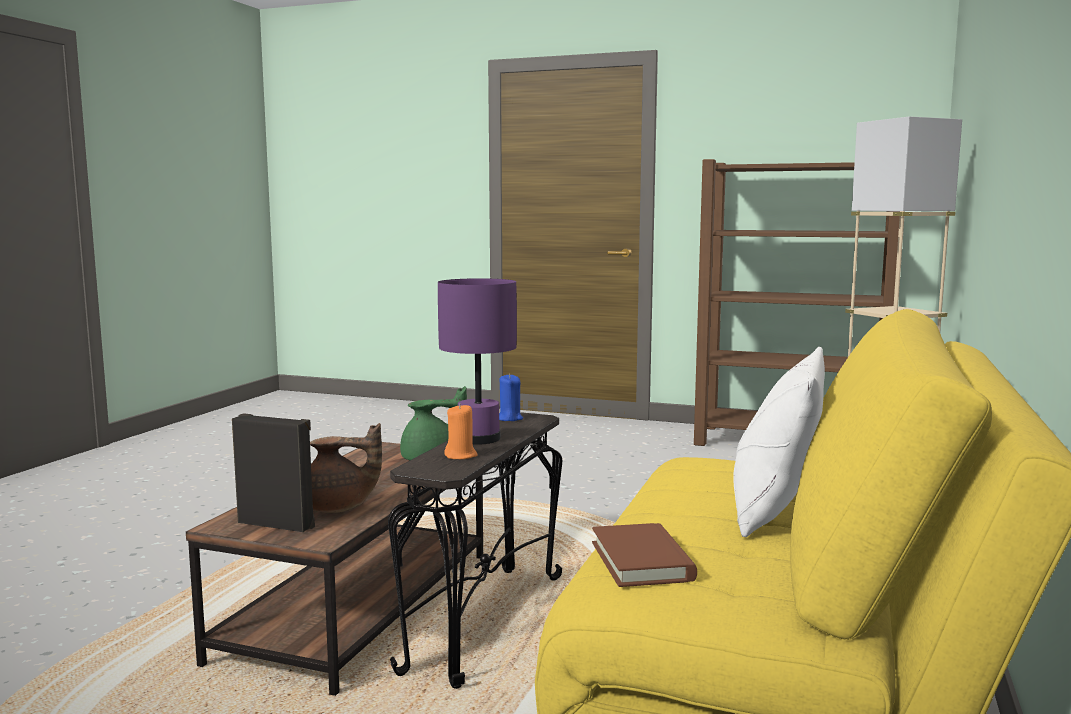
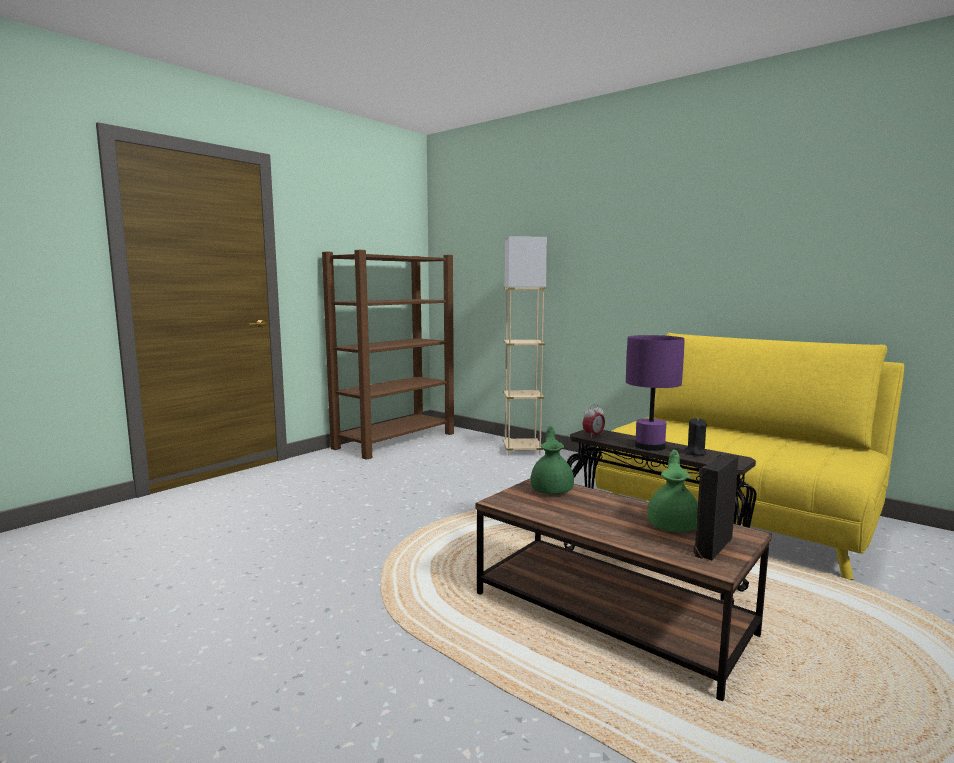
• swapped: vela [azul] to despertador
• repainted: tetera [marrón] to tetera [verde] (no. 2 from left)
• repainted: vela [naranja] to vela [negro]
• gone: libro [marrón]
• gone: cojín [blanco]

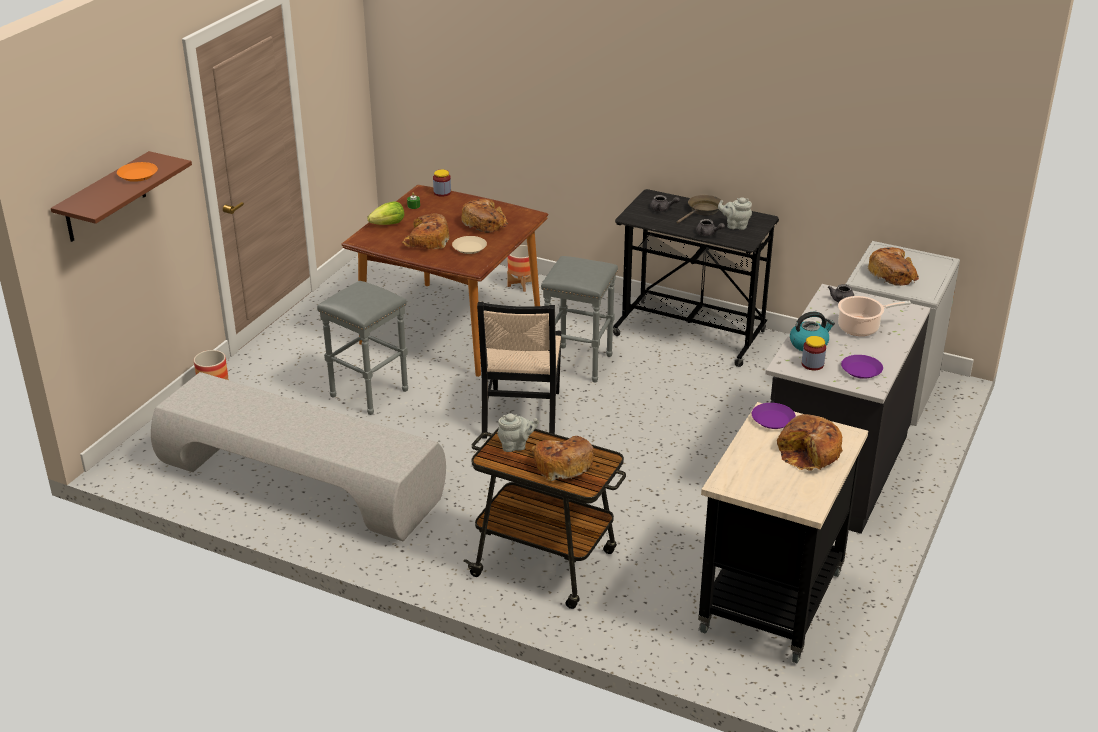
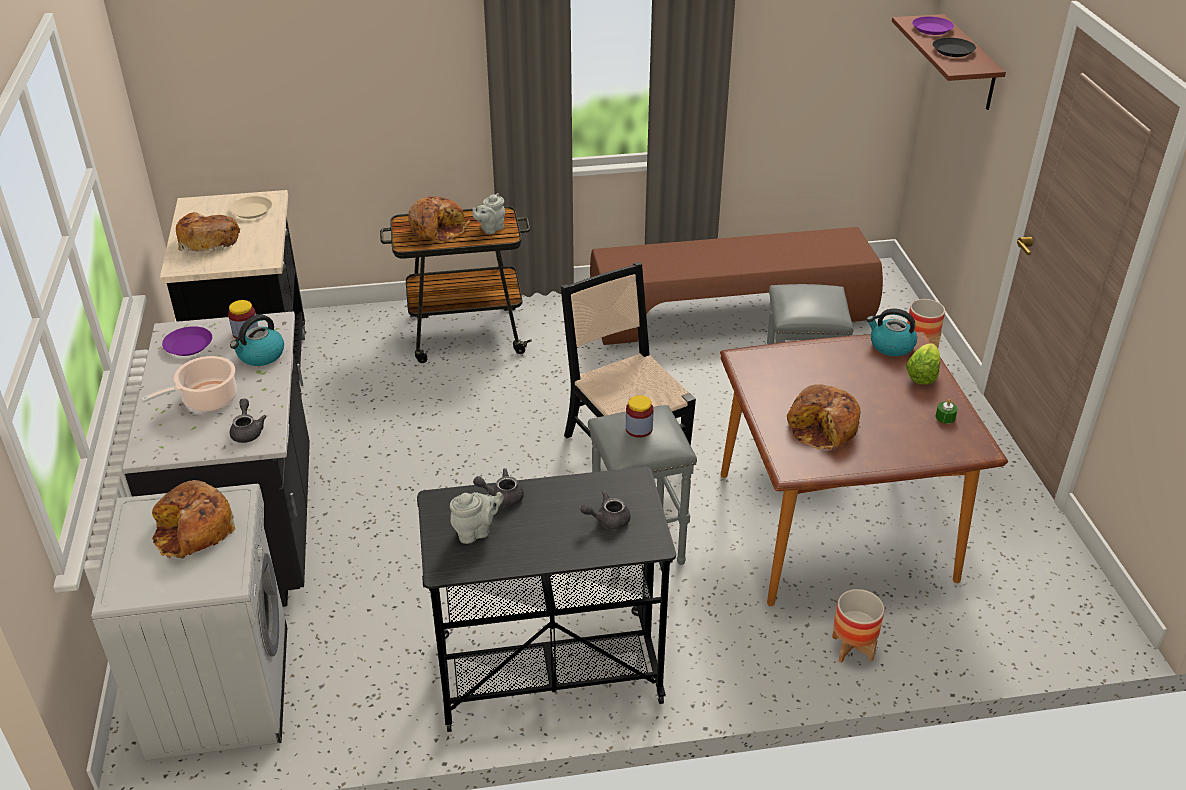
• shifted: plato [beis]
• repainted: banco [gris] to banco [marrón]
• shifted: tarro (no. 1 from left in the first image) to tarro (no. 2 from left)
• new: hervidor (no. 2 from left)
• shifted: plato [morado] (no. 1 from left in the first image) to plato [morado] (no. 2 from left)
• repainted: plato [naranja] to plato [negro]
• gone: pan (no. 1 from left)
• gone: sartén [marrón]

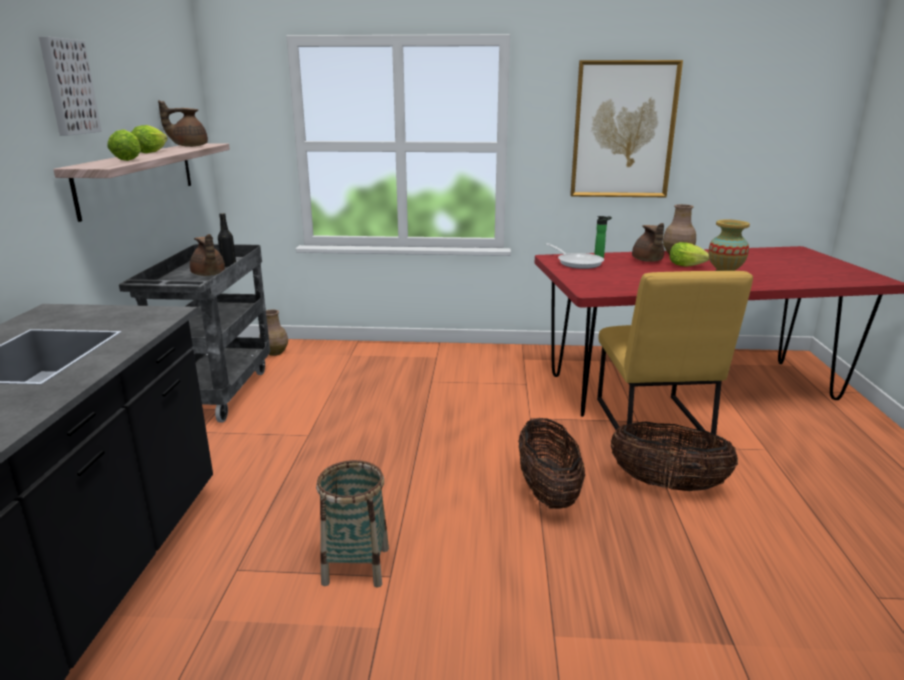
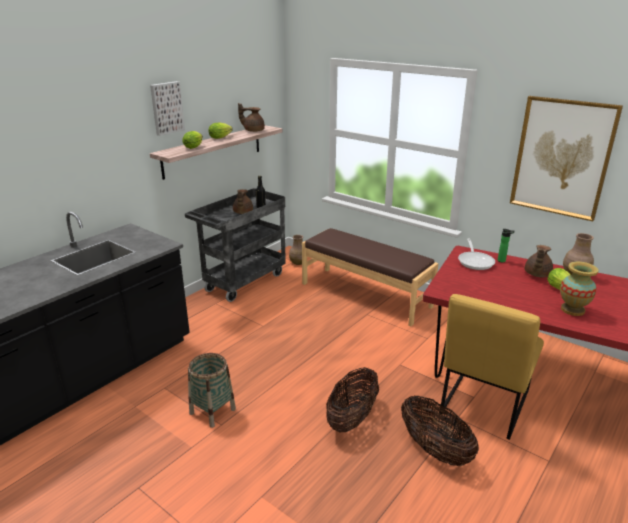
• new: banco [marrón]

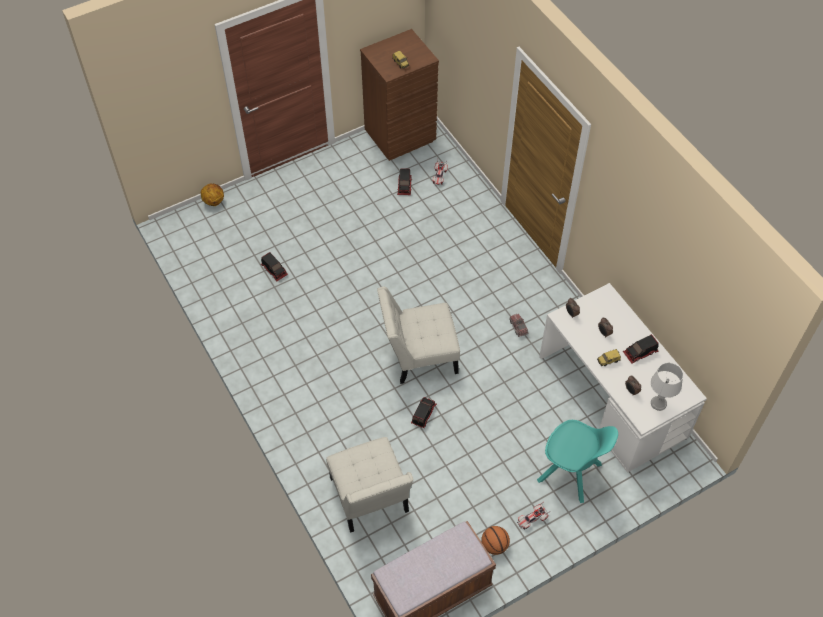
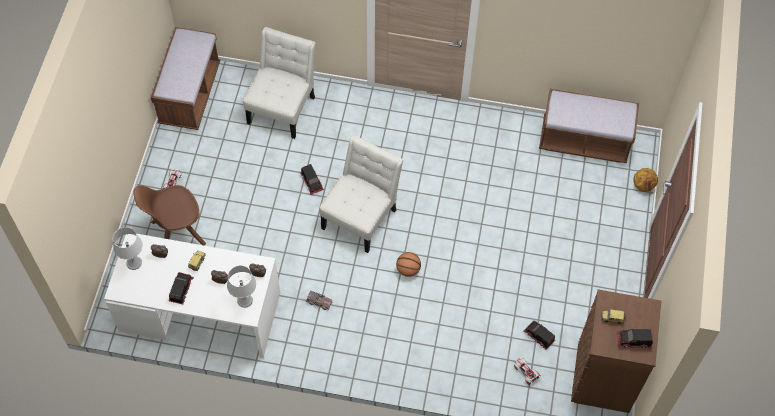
• repainted: silla [turquesa] to silla [marrón]
• new: lámpara de mesa [gris] (no. 2 from left)
• rotated: silla [blanco] (no. 1 from left) 90 degrees clockwise
• shifted: balón de baloncesto (no. 2 from left in the first image) to balón de baloncesto (no. 1 from left)
• new: banco [marrón] (no. 2 from left)
• shifted: camión de juguete (no. 1 from left in the first image) to camión de juguete (no. 5 from left)

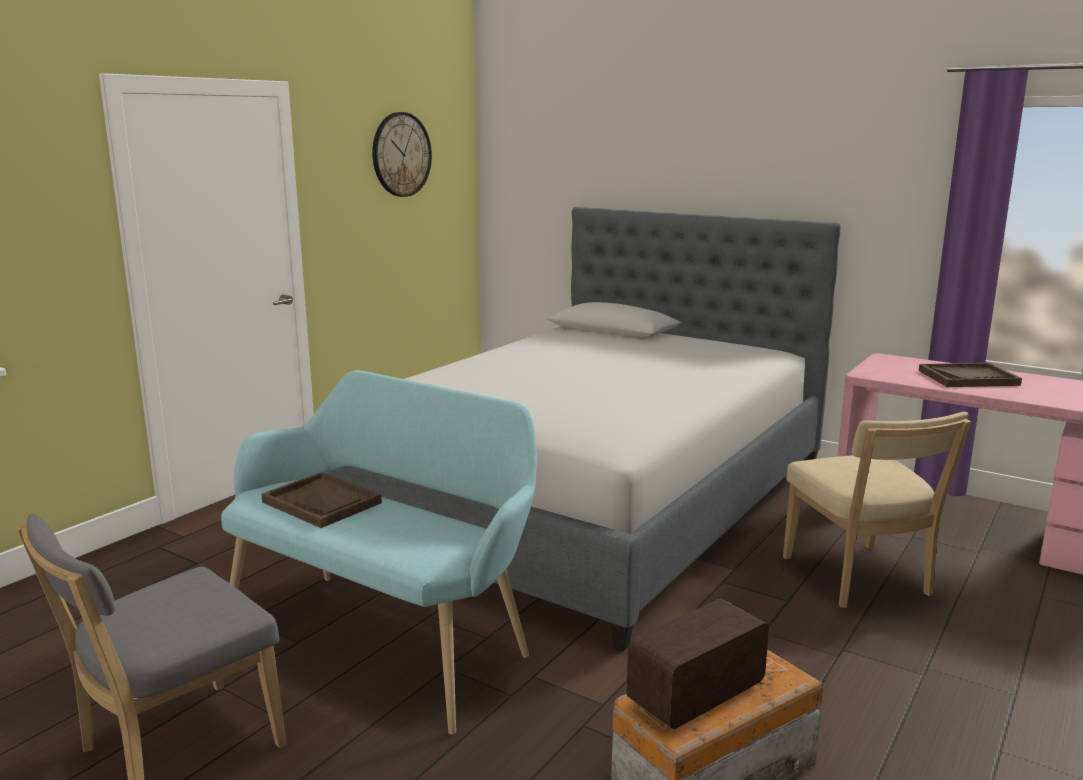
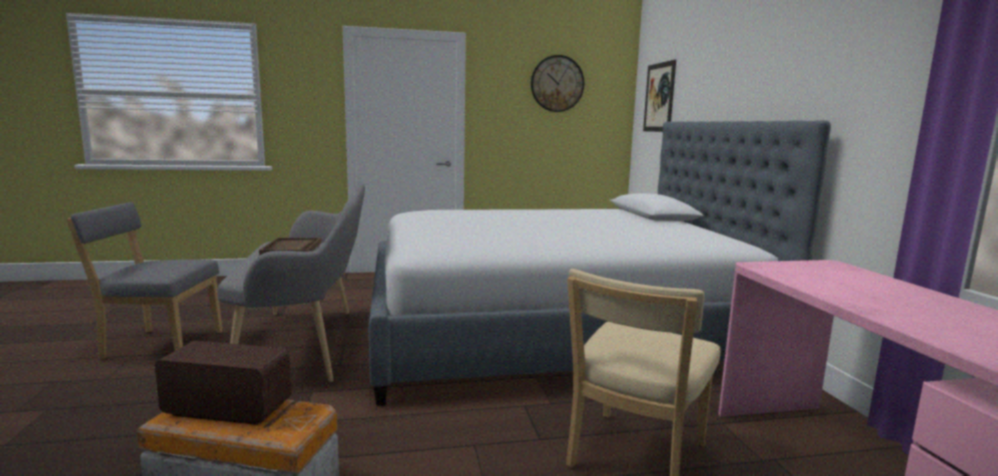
• repainted: banco [turquesa] to banco [gris]
• new: cuadro
• gone: bandeja [marrón] (no. 2 from left)

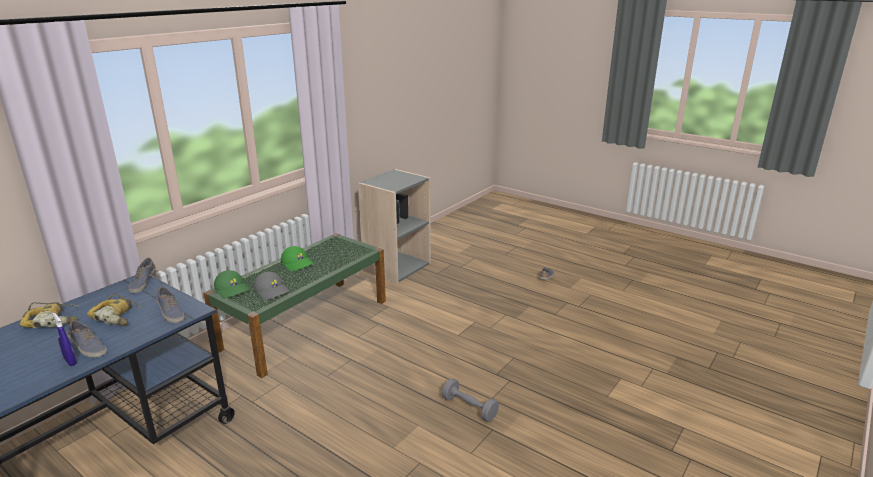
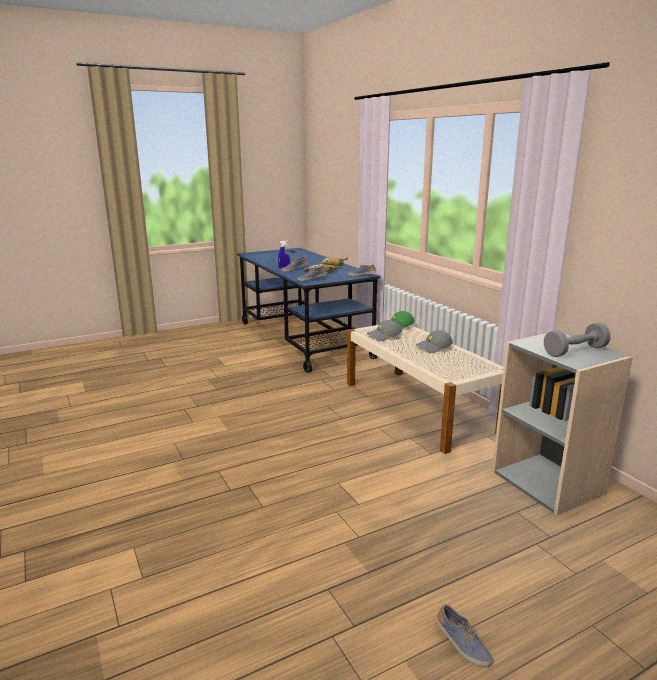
• repainted: banco [verde] to banco [beis]
• repainted: gorra [verde] (no. 2 from left) to gorra [gris] (no. 2 from left)
• shifted: mancuerna [gris]

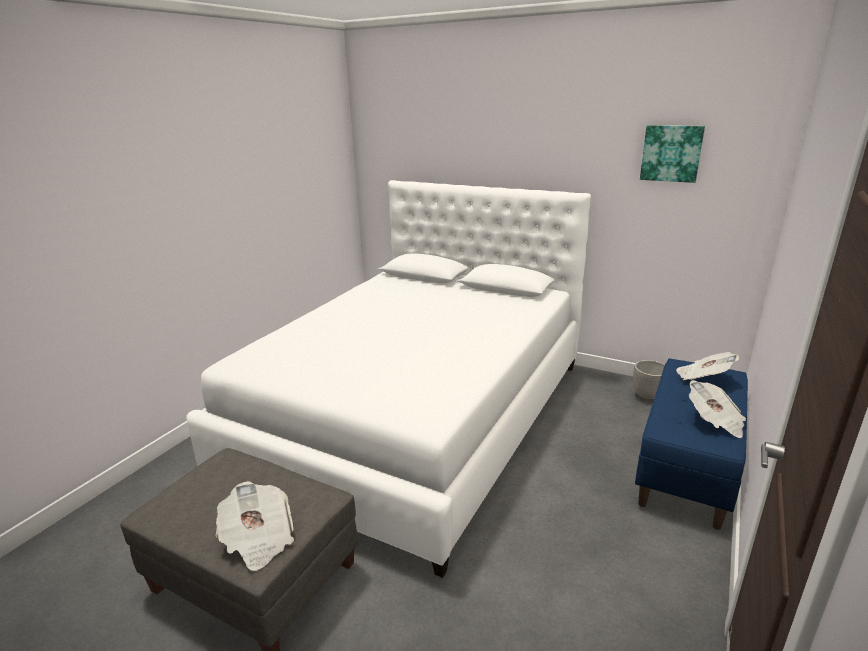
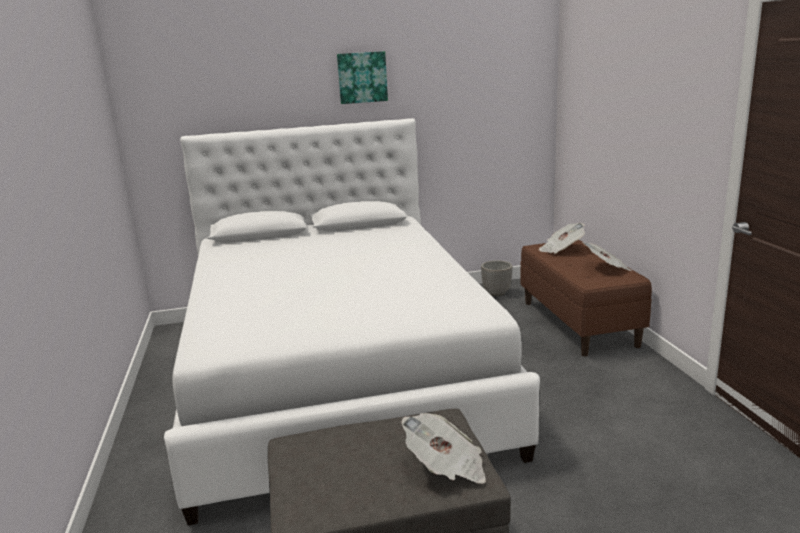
• shifted: cuadro
• repainted: banco [azul] to banco [marrón]

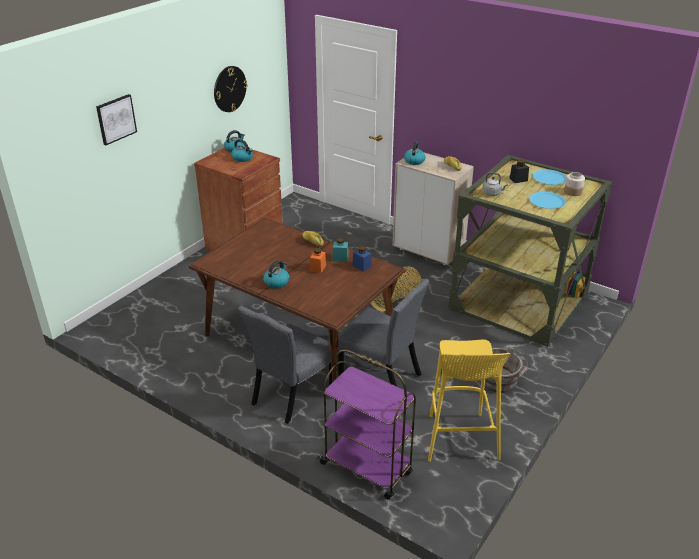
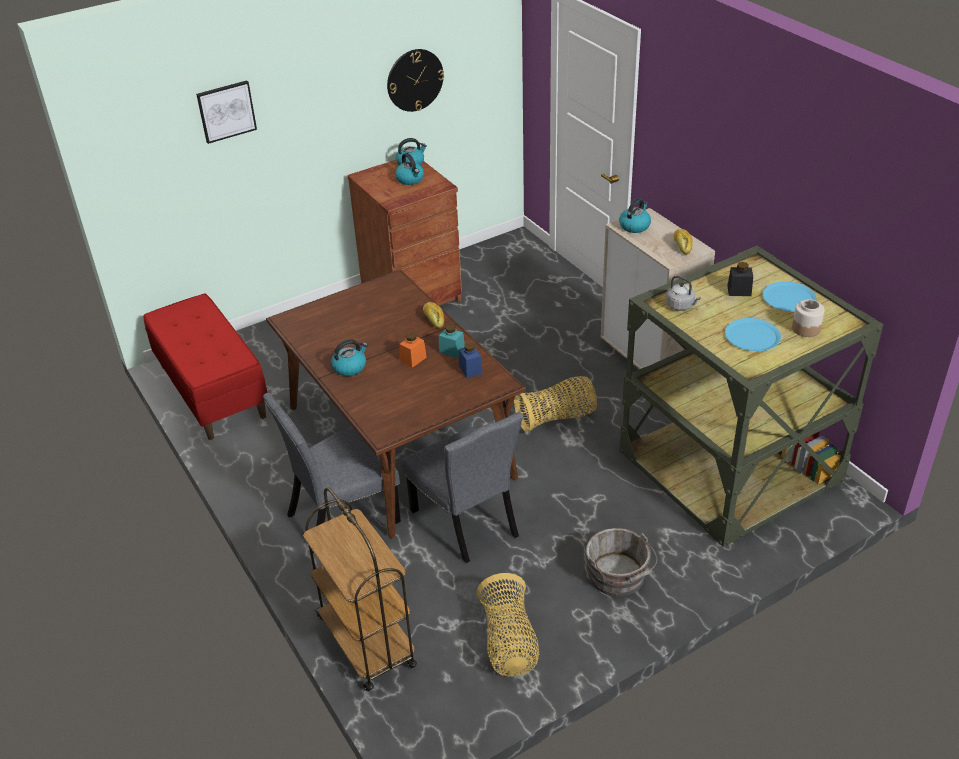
• new: banco [rojo]
• repainted: carrito [morado] to carrito [marrón]
• swapped: taburete [amarillo] to cesta (no. 1 from left)

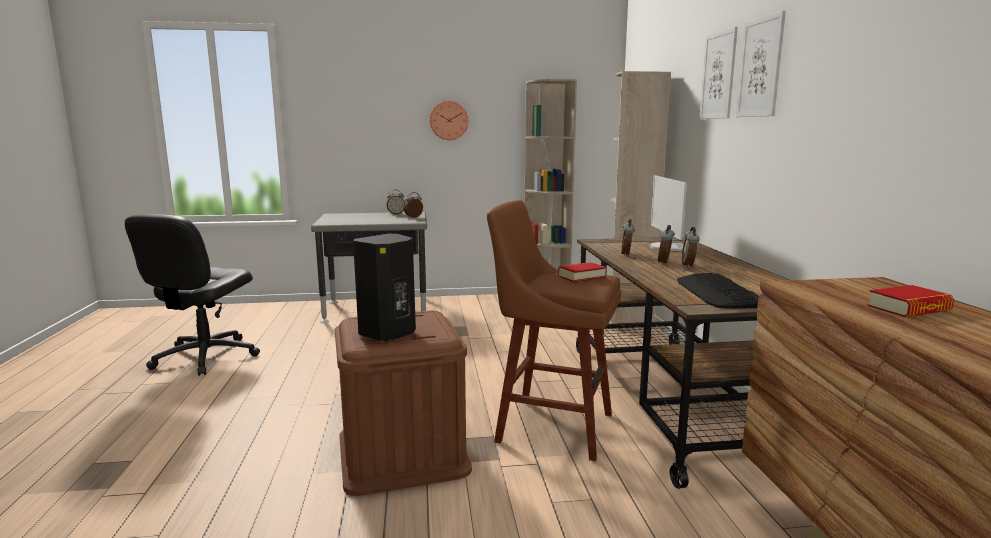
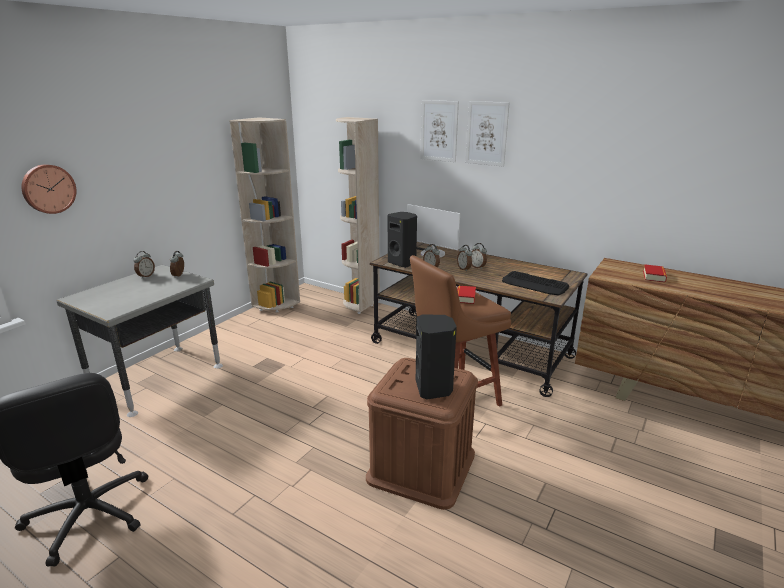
• shifted: reloj de pared
• new: altavoz [negro] (no. 1 from left)

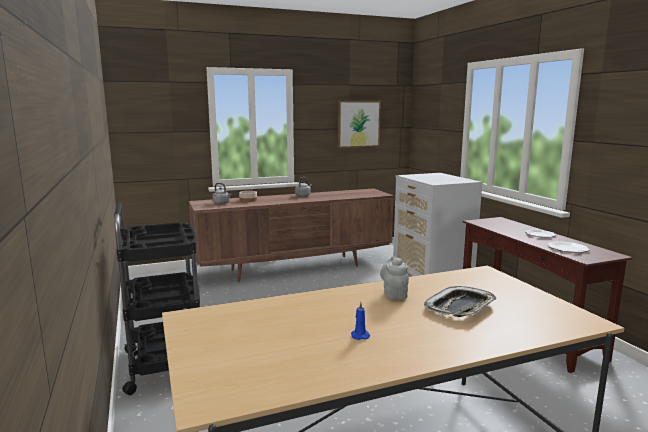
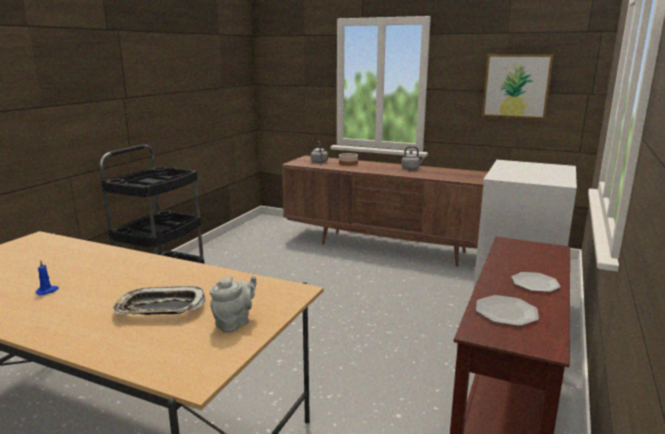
• shifted: tetera [gris]

